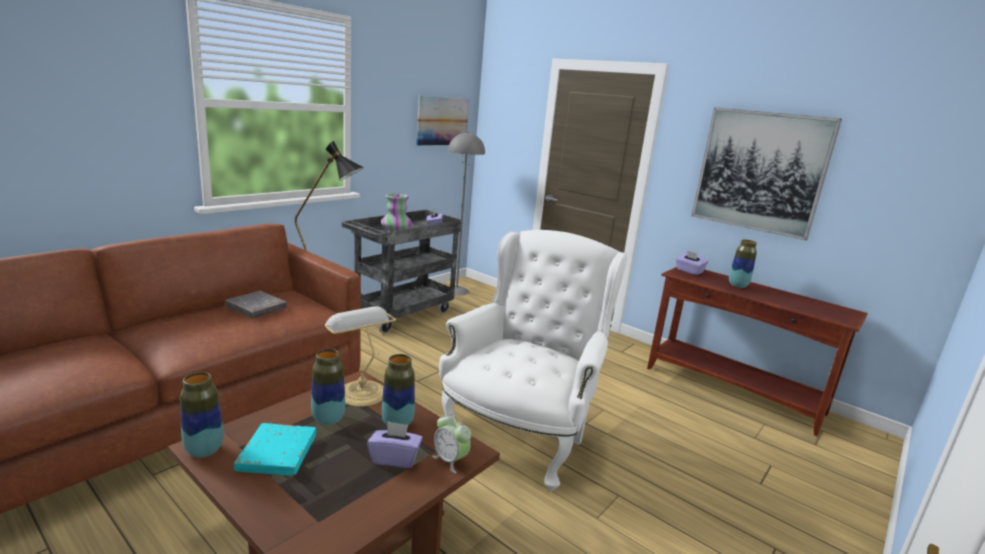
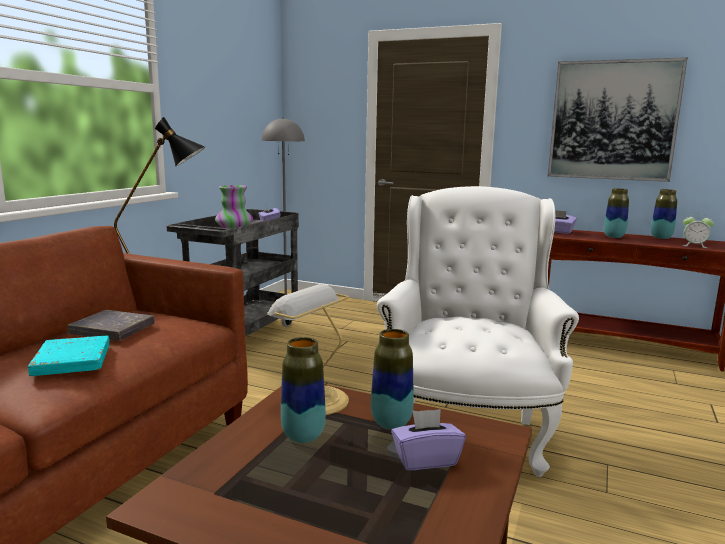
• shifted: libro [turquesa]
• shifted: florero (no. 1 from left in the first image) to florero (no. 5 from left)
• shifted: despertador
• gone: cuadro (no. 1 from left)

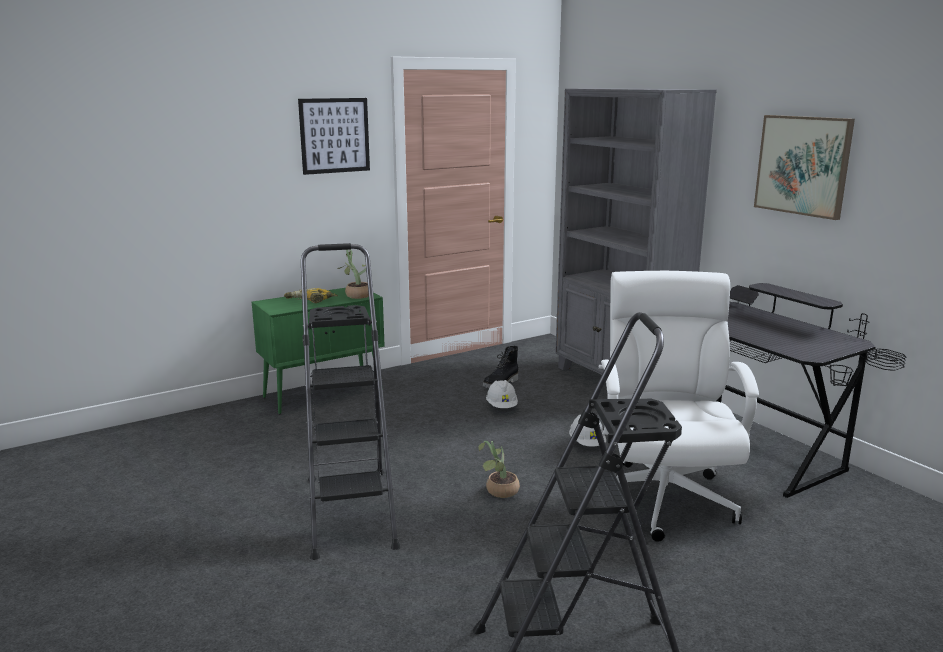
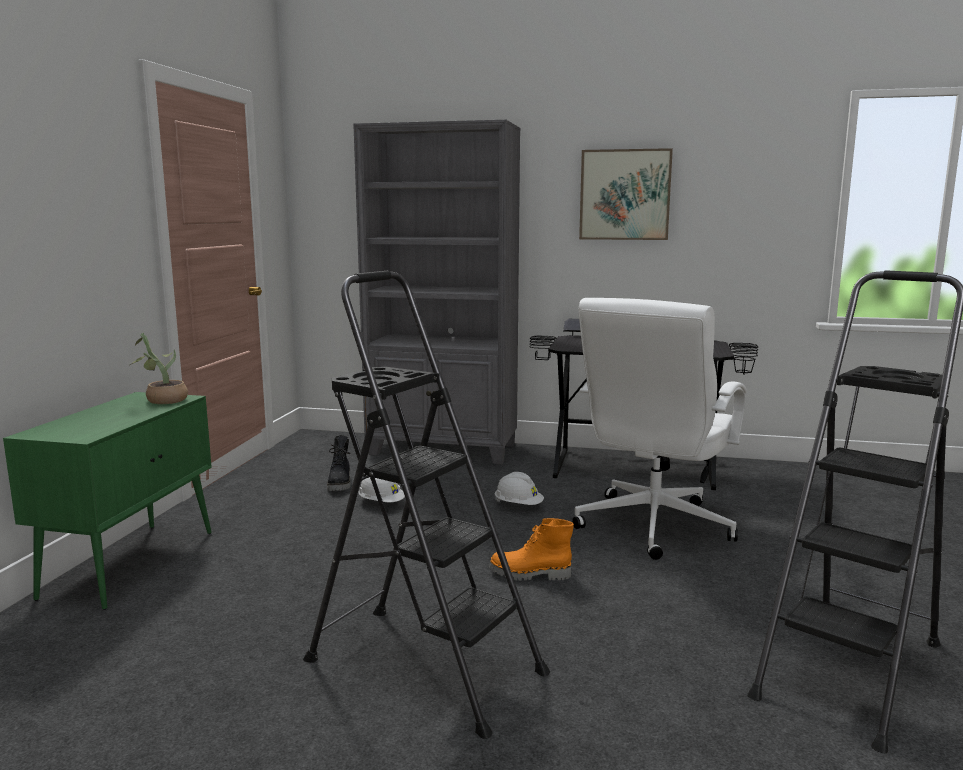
• swapped: planta en maceta (no. 2 from left) to bota [naranja]
• rotated: silla de oficina [blanco] 105 degrees counterclockwise
• gone: taladro
• gone: cuadro (no. 1 from left)

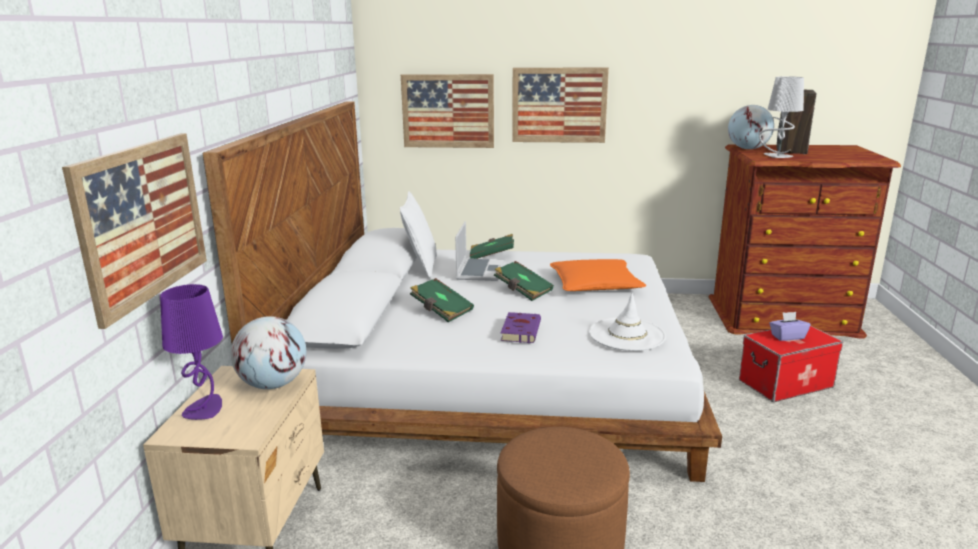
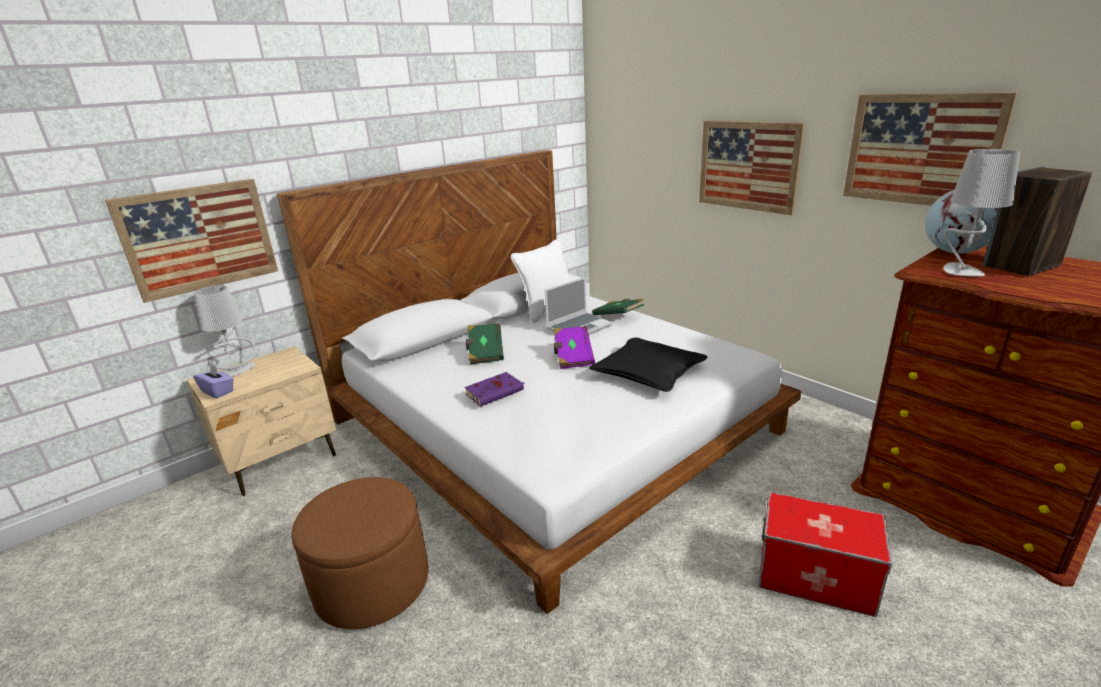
• shifted: caja de pañuelos [morado]
• repainted: lámpara de mesa [morado] to lámpara de mesa [gris] (no. 1 from left)
• repainted: libro [verde] (no. 3 from left) to libro [morado] (no. 2 from left)
• repainted: cojín [naranja] to cojín [negro]
• shifted: cuadro (no. 2 from left in the first image) to cuadro (no. 3 from left)
• gone: globo terráqueo (no. 1 from left)
• gone: sombrero [blanco]

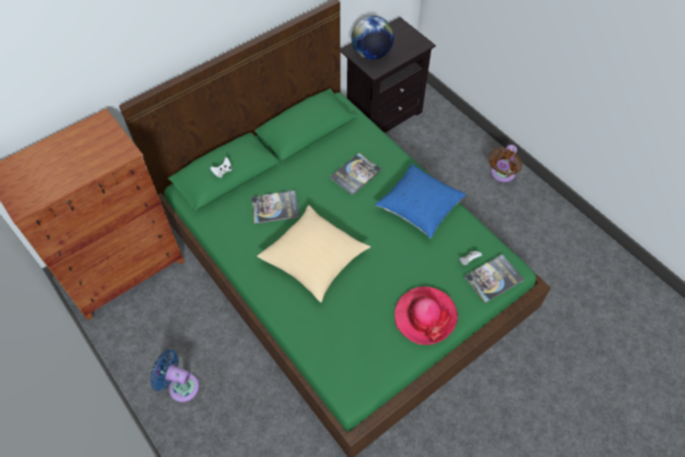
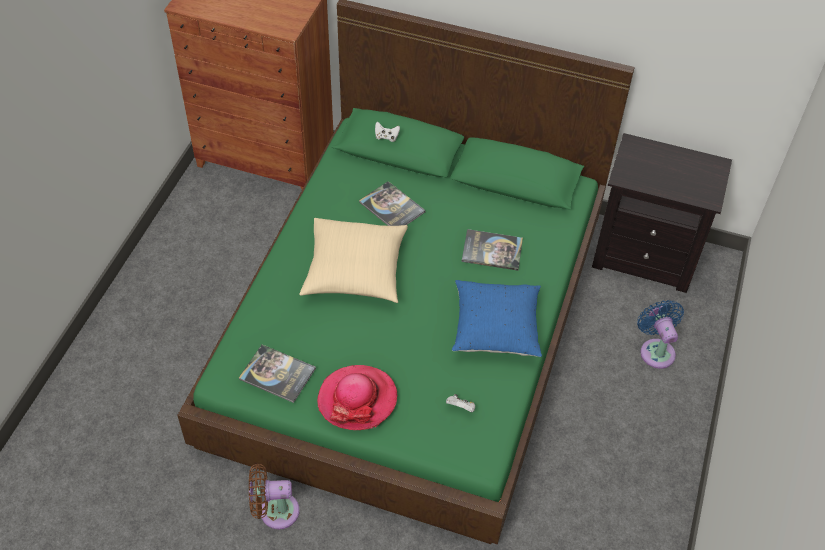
• shifted: libro (no. 3 from left in the first image) to libro (no. 1 from left)
• shifted: ventilador [marrón]
• shifted: ventilador [azul]
• gone: globo terráqueo

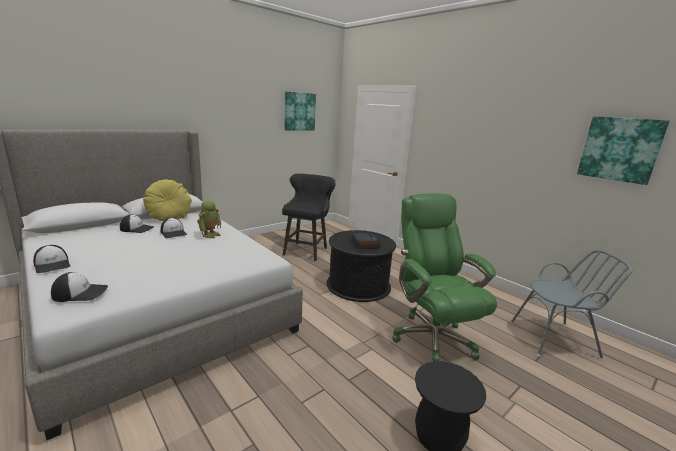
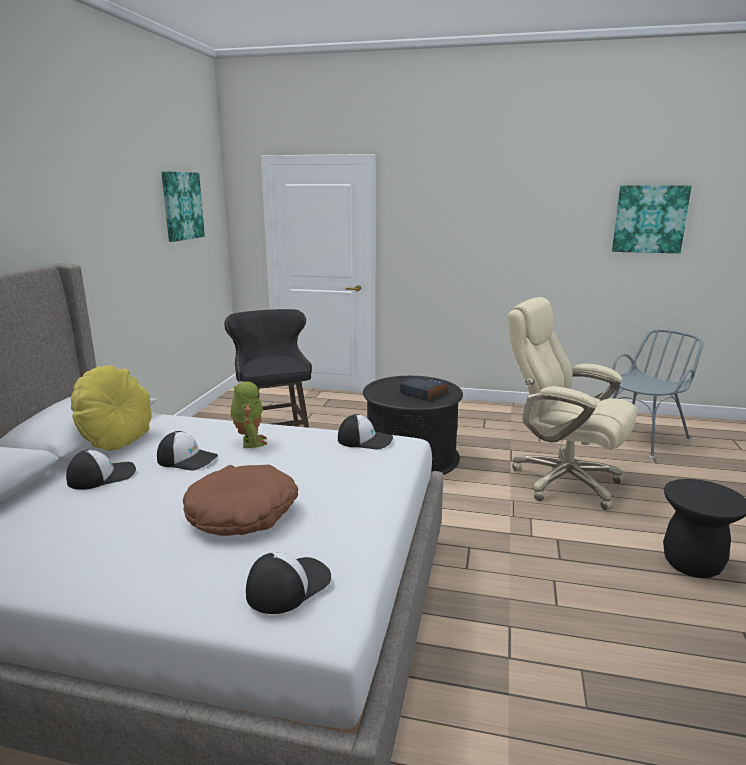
• new: cojín [marrón]
• shifted: gorra (no. 1 from left in the first image) to gorra (no. 4 from left)
• repainted: silla de oficina [verde] to silla de oficina [beis]

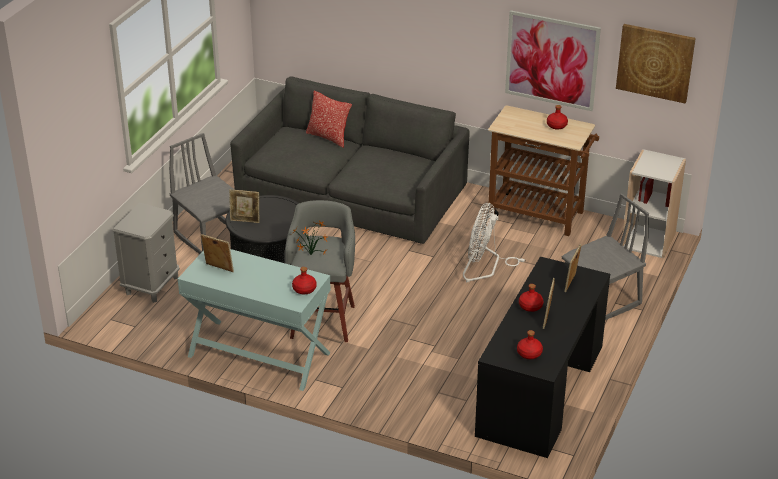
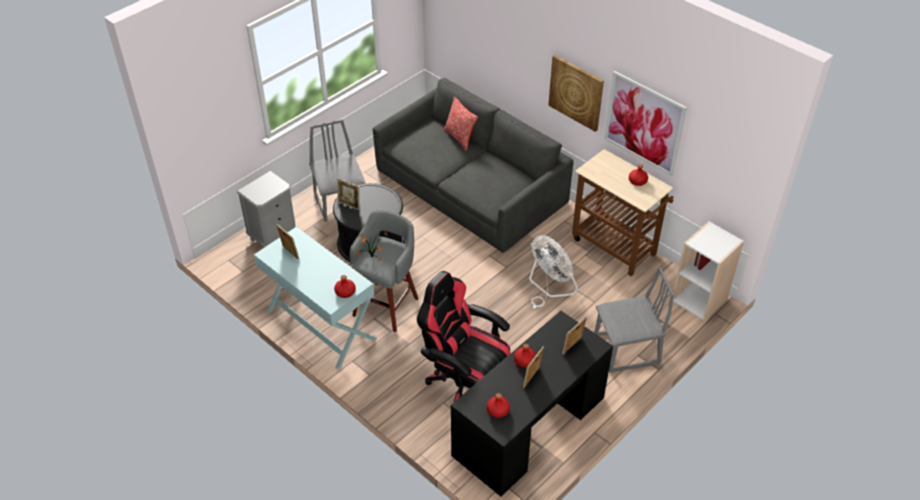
• new: silla de oficina [negro]
• rotated: ventilador [blanco] 105 degrees clockwise
• shifted: cuadro (no. 2 from left in the first image) to cuadro (no. 1 from left)

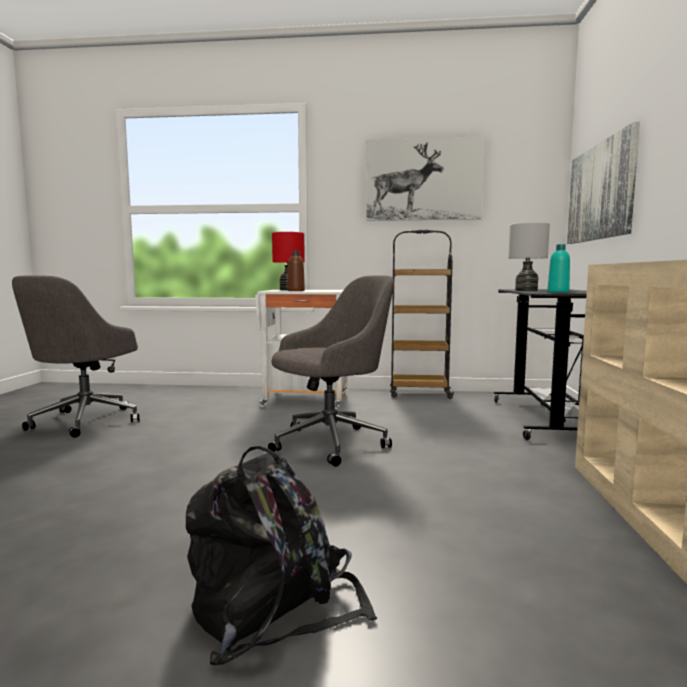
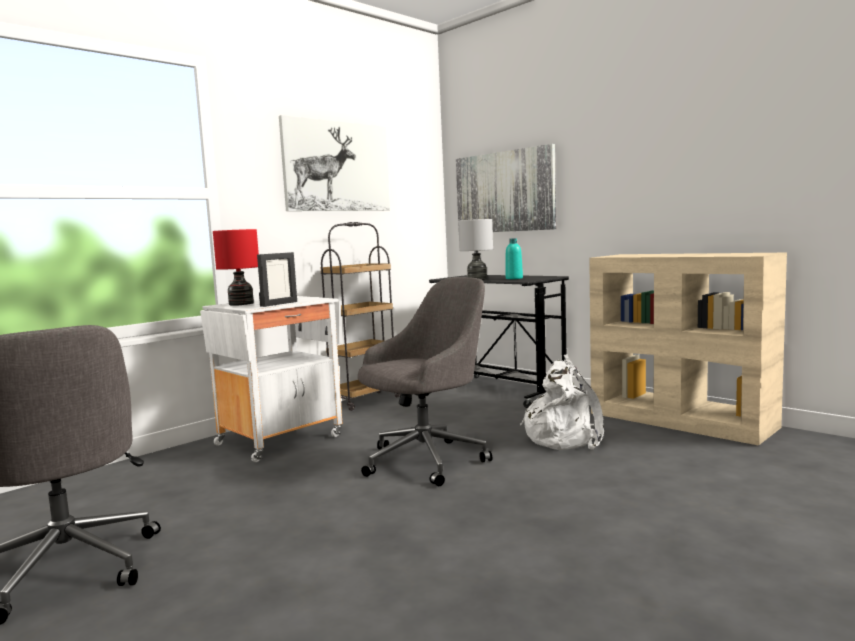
• swapped: botella [marrón] to portarretratos
• rotated: silla de oficina [gris] (no. 2 from left) 45 degrees clockwise
• new: mochila [blanco]
• gone: mochila [negro]

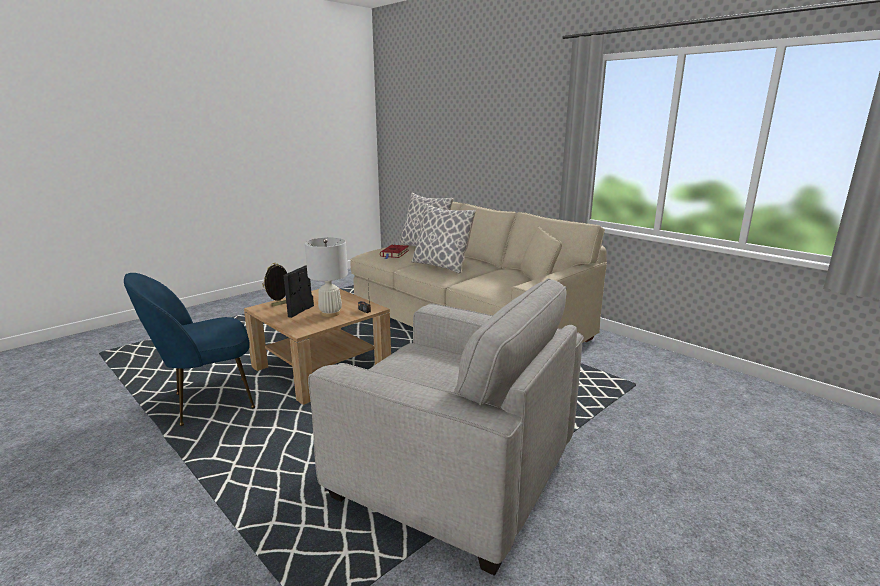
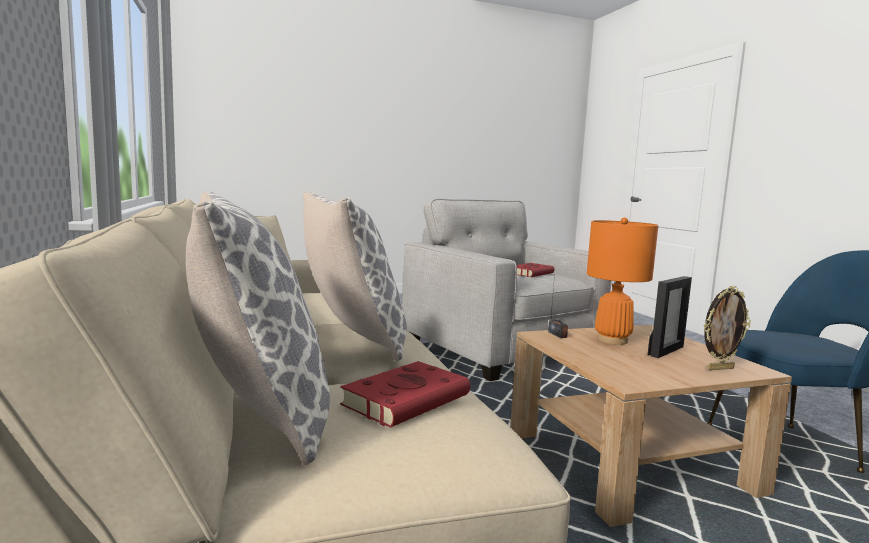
• new: libro [rojo] (no. 2 from left)
• repainted: lámpara de mesa [blanco] to lámpara de mesa [naranja]

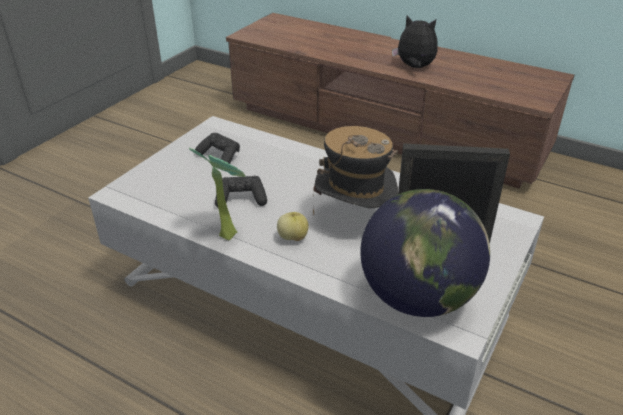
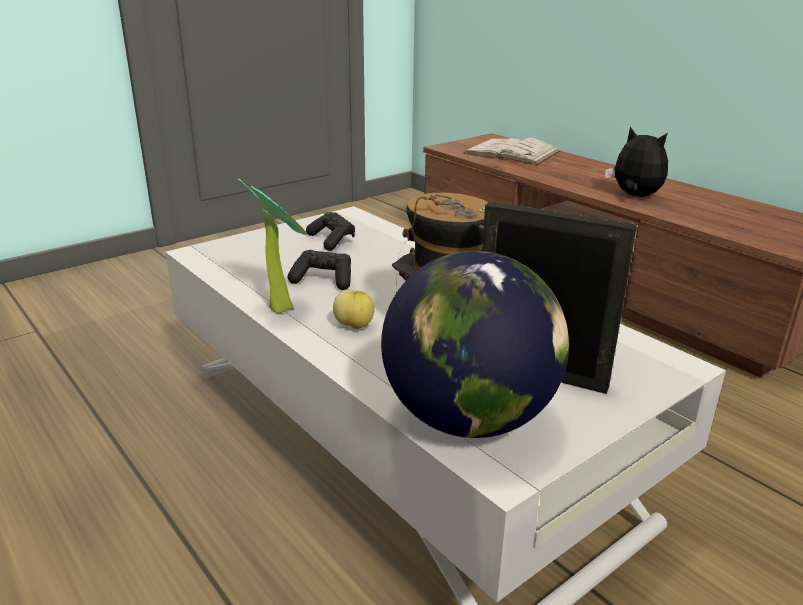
• new: libro [blanco]

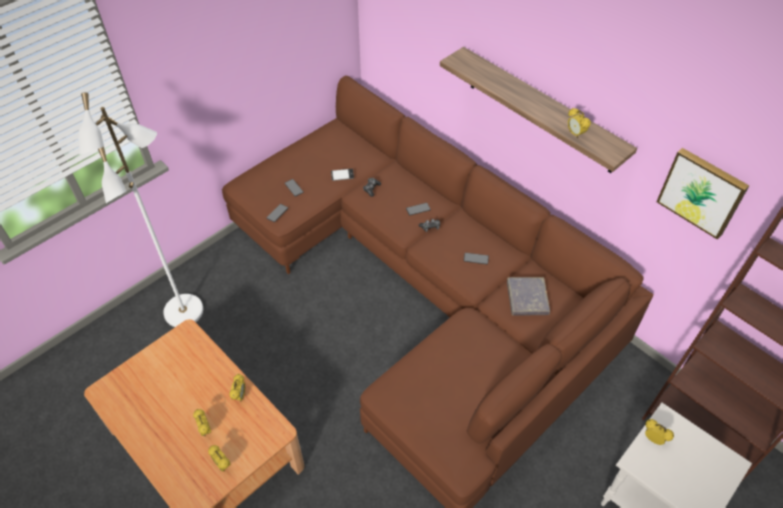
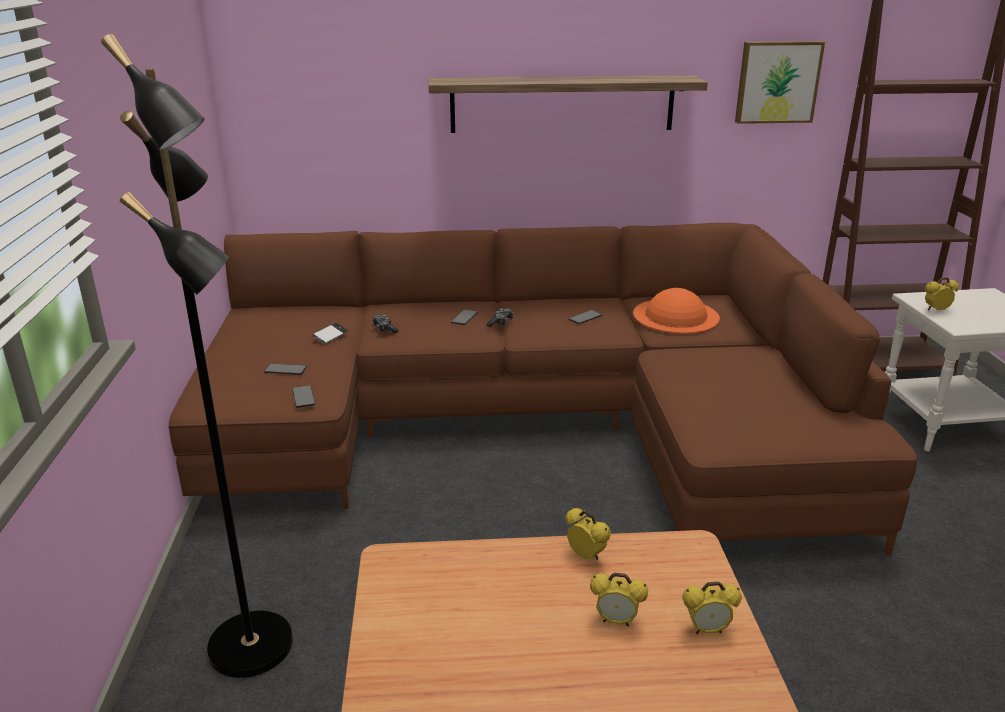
• repainted: lámpara de pie [blanco] to lámpara de pie [negro]
• swapped: libro [gris] to sombrero [naranja]
• gone: despertador (no. 4 from left)

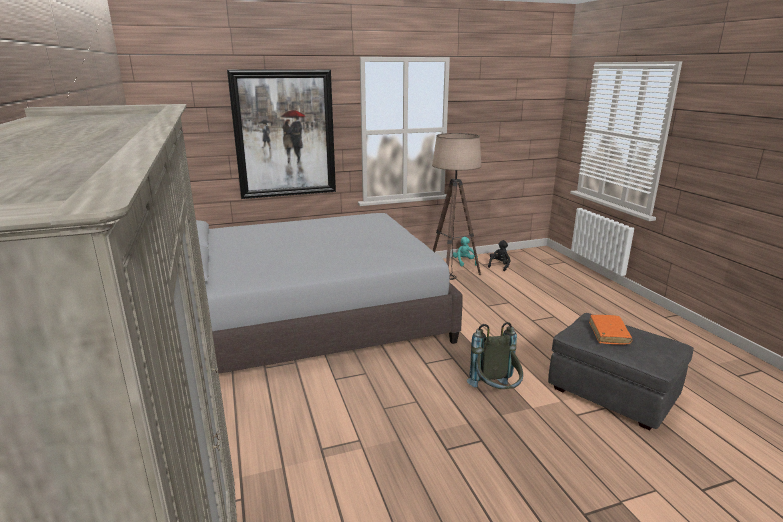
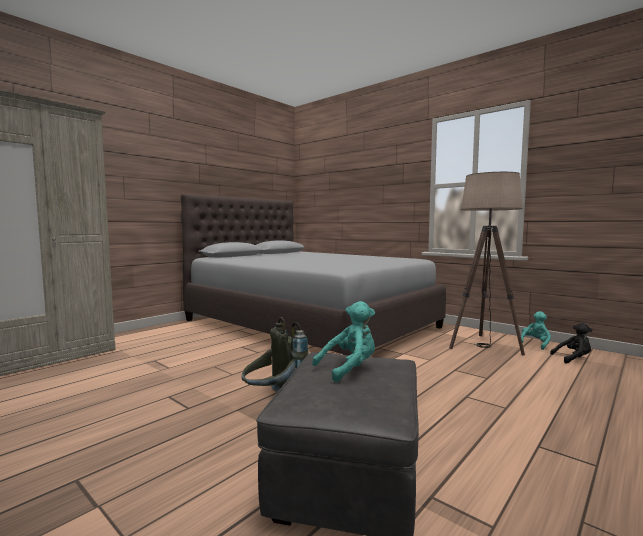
• swapped: libro [naranja] to peluche [turquesa] (no. 1 from left)
• gone: cuadro

